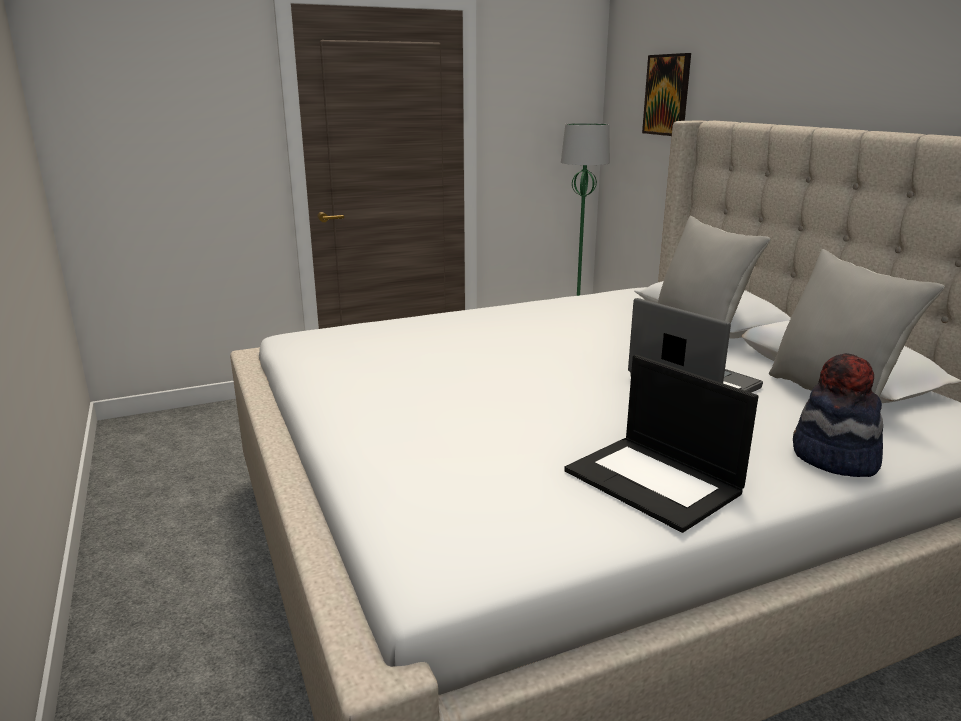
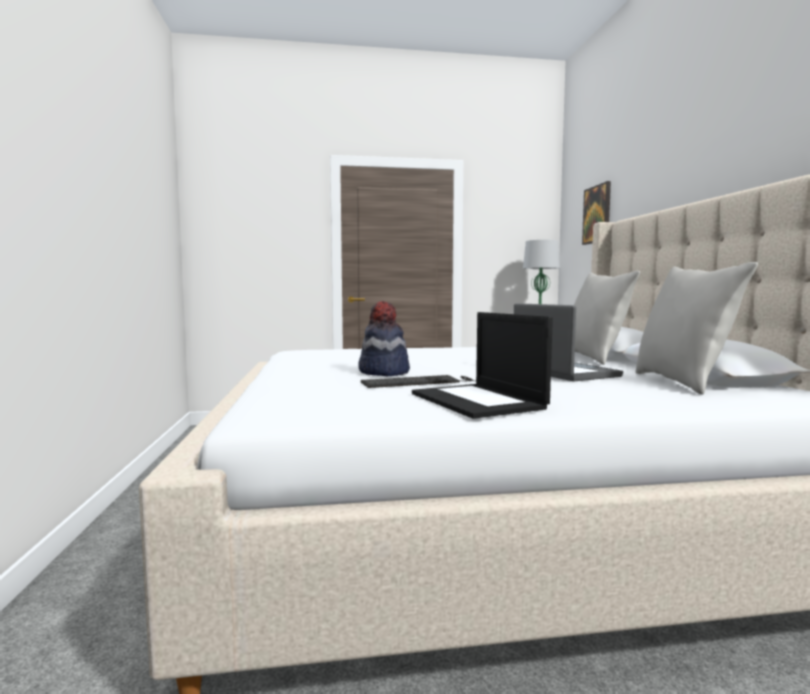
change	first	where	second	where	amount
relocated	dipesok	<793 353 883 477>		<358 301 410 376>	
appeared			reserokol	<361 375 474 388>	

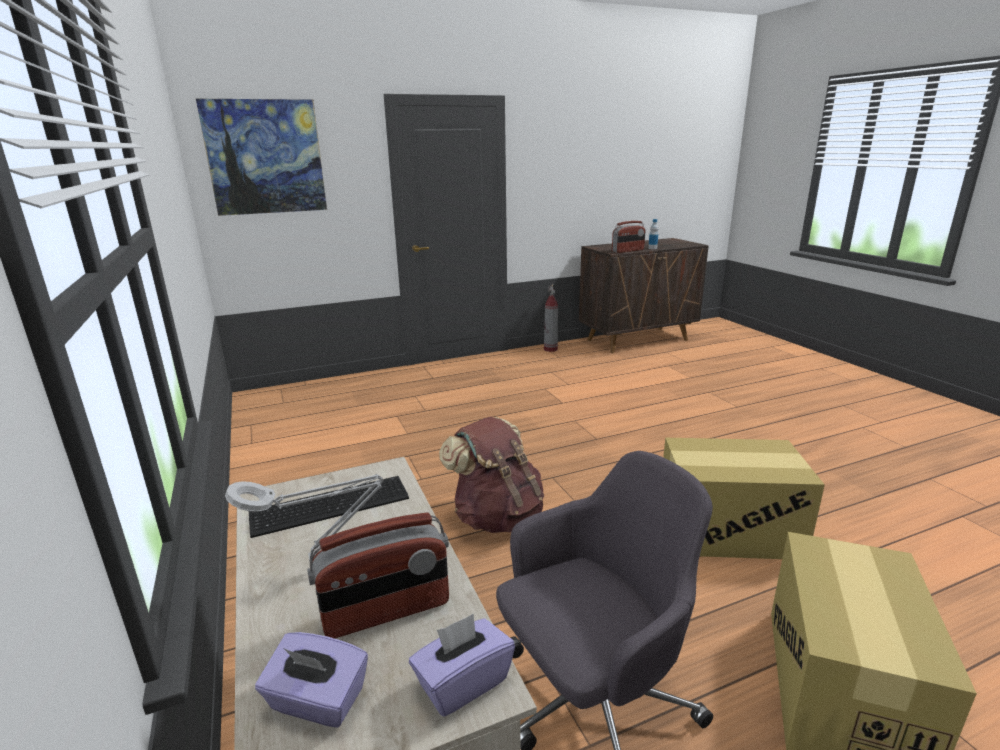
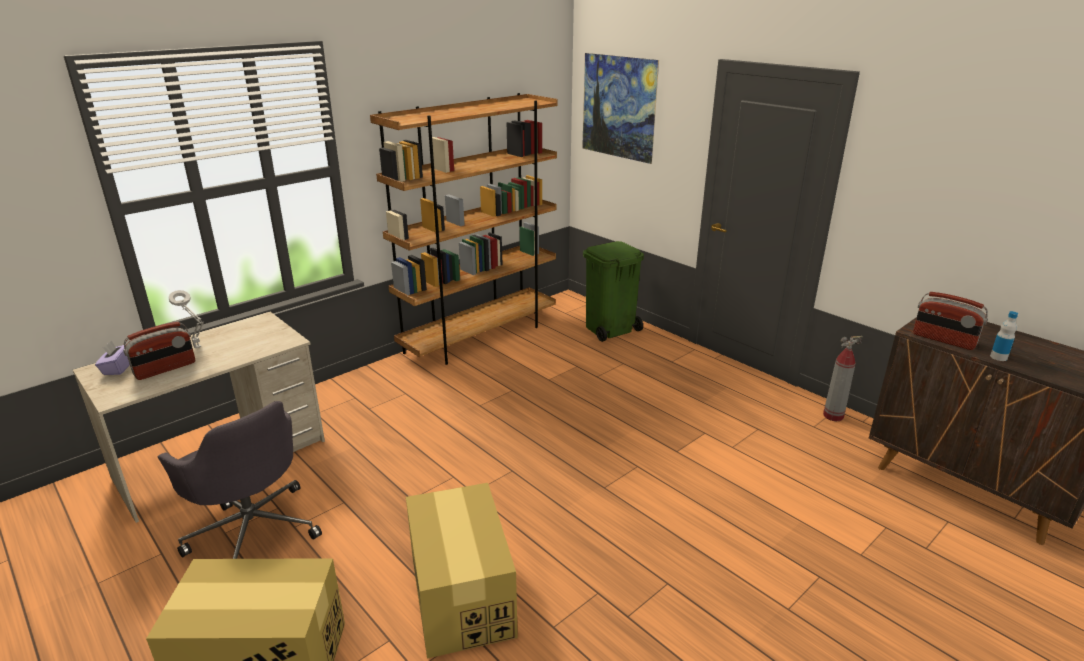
change	first	where	second	where	amount
spun	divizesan	<307 512 449 639>		<123 322 195 380>	90 degrees counterclockwise
appeared			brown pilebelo	<370 93 557 365>	
appeared			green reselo	<583 241 644 342>	
missing	reserokol	<249 476 409 538>			
missing	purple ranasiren	<409 614 515 717>			
missing	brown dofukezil	<439 417 544 533>			

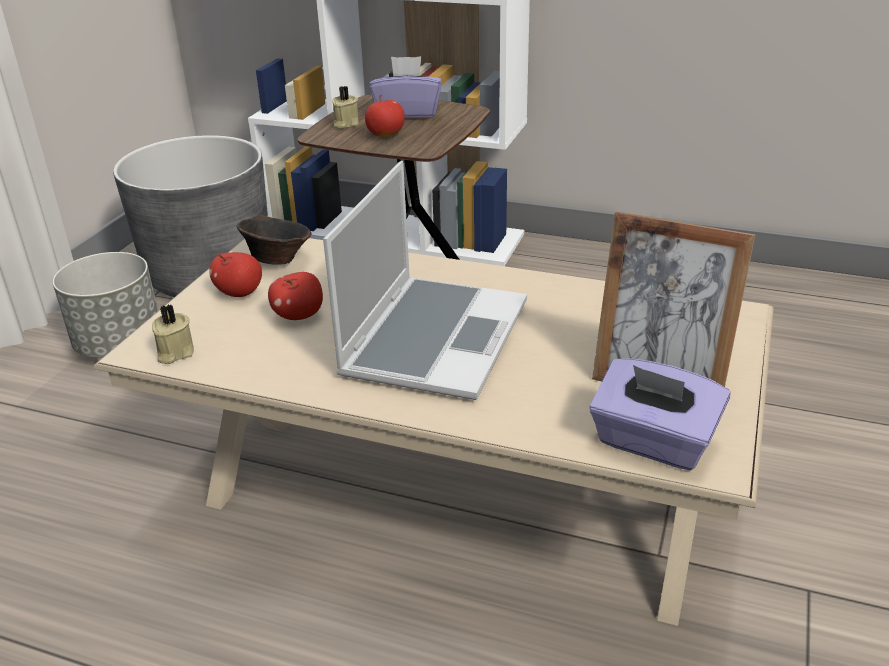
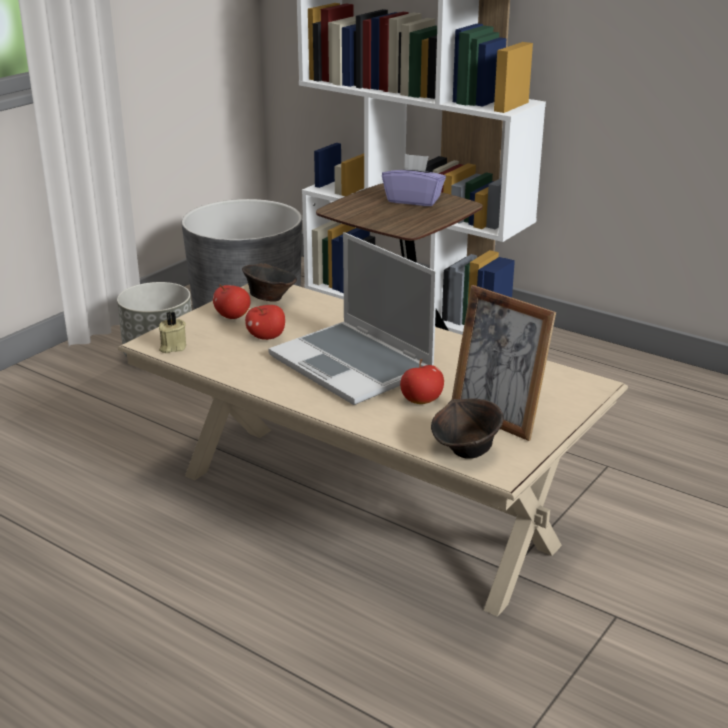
change	first	where	second	where	amount
spun	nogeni	<323 161 527 400>		<268 232 437 405>	105 degrees clockwise
relocated	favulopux	<365 95 405 137>		<400 359 444 404>	
exchanged	purple ranasiren	<589 359 730 470>	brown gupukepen	<431 398 503 459>	
missing	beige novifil	<332 86 359 129>			

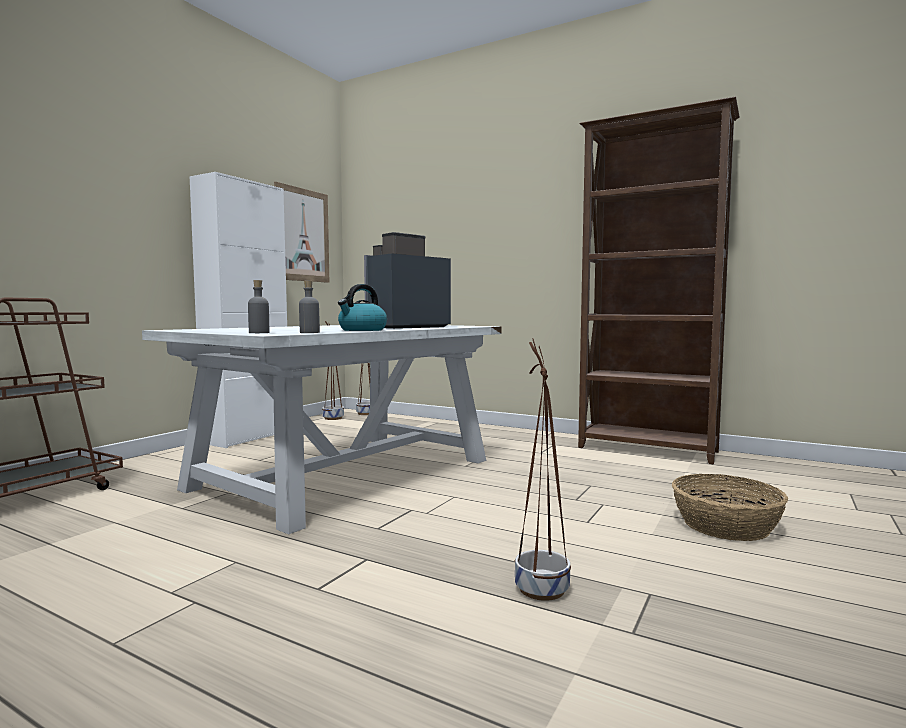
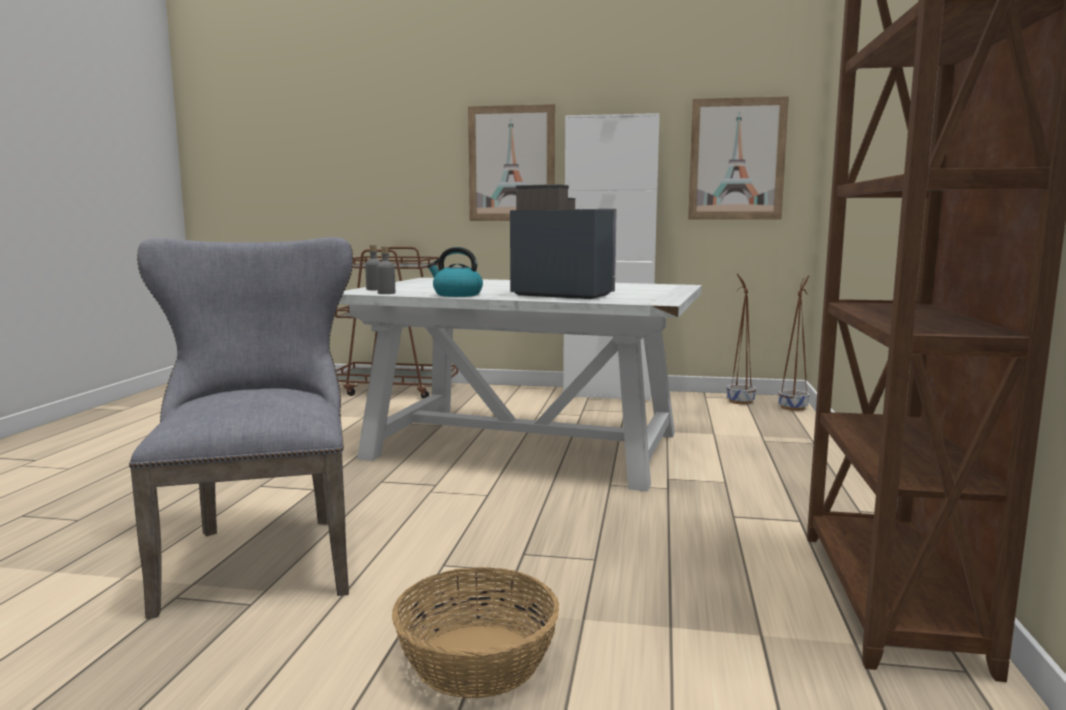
change	first	where	second	where	amount
exchanged	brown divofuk	<514 339 571 601>	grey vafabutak	<129 237 353 619>	
appeared			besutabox	<468 104 555 221>	

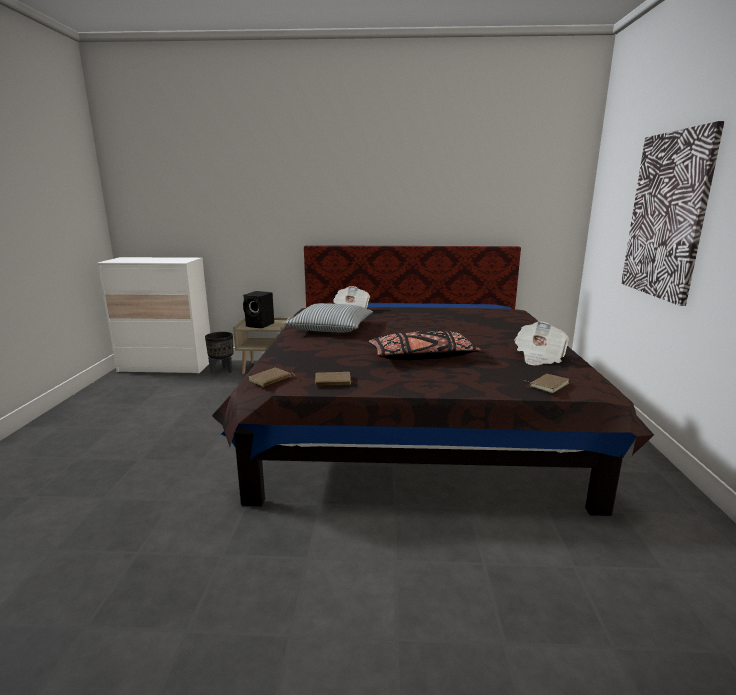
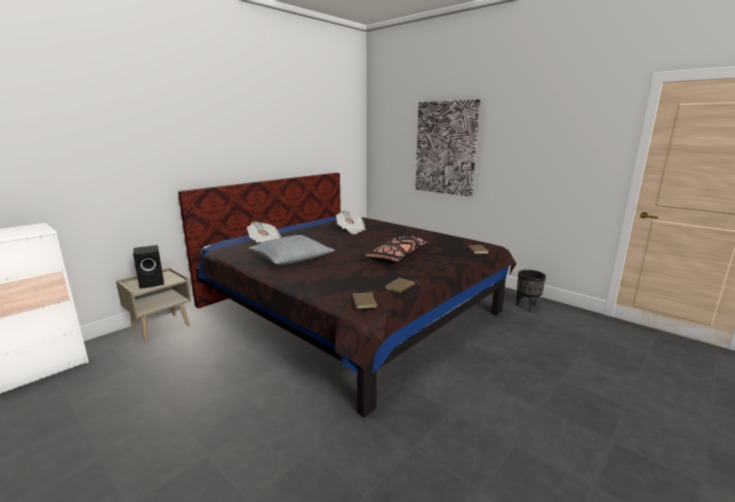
change	first	where	second	where	amount
relocated	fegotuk	<514 321 569 365>		<336 211 366 234>	
relocated	black divofuk	<205 332 234 373>		<516 270 546 312>	

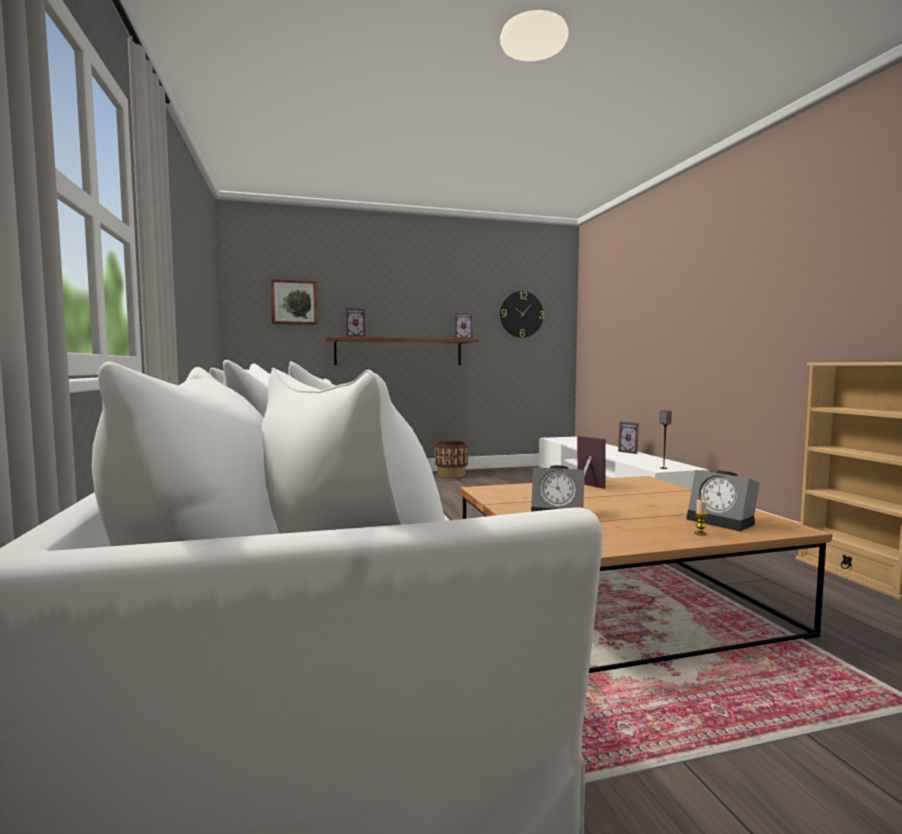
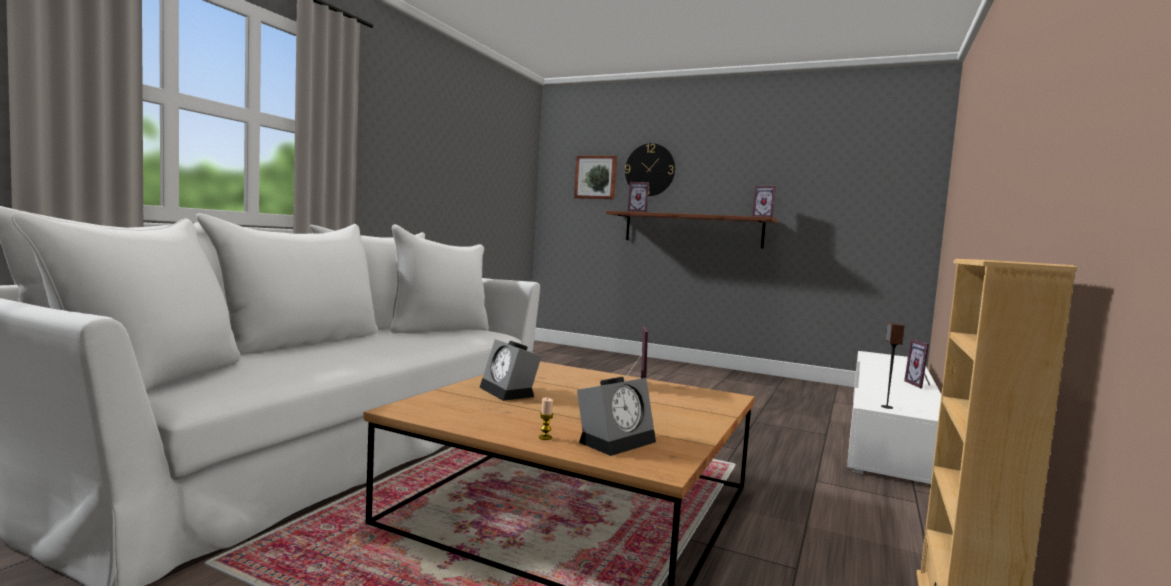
change	first	where	second	where	amount
spun	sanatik	<686 470 760 531>		<577 377 656 456>	135 degrees counterclockwise
relocated	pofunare	<500 291 544 338>		<625 143 675 196>	
missing	brown divofuk	<435 441 469 478>			

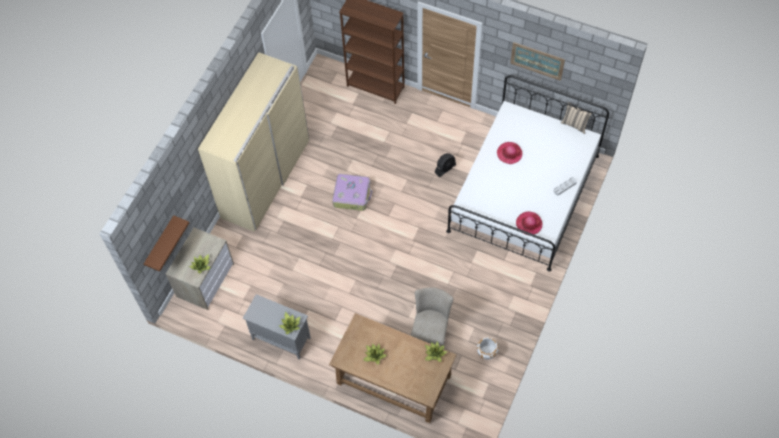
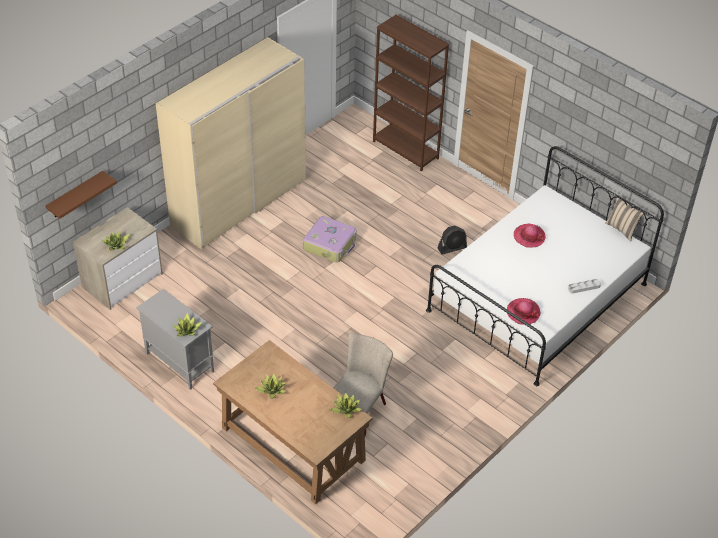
change	first	where	second	where	amount
missing	white divofuk	<477 337 498 360>			
missing	besutabox	<510 42 565 81>			

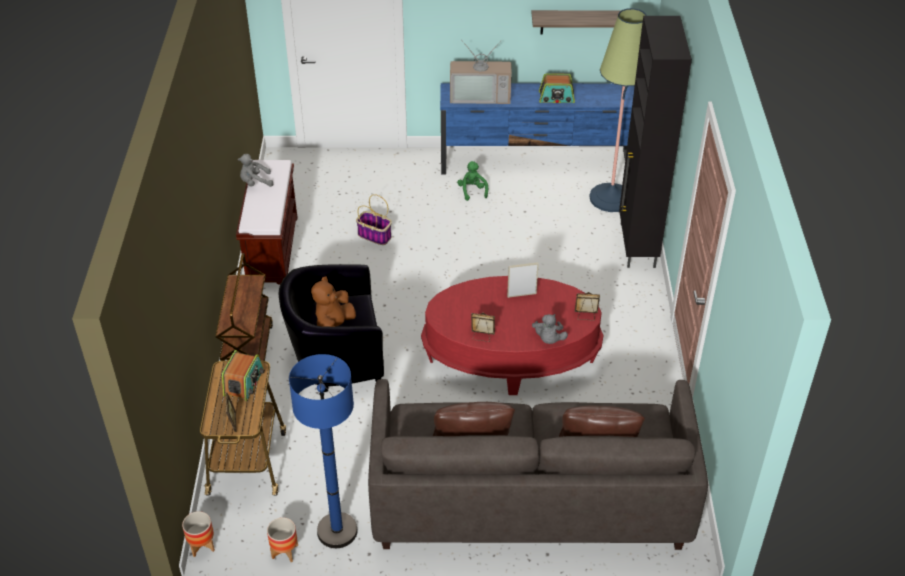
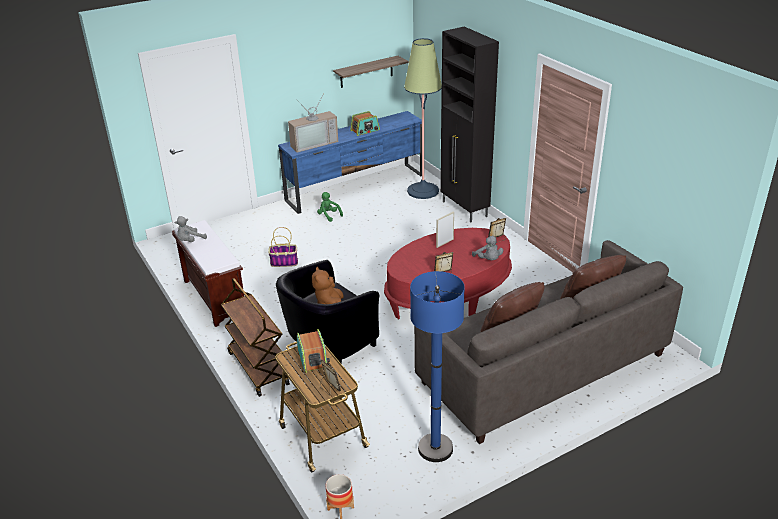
change	first	where	second	where	amount
missing	divofuk	<267 517 298 562>			

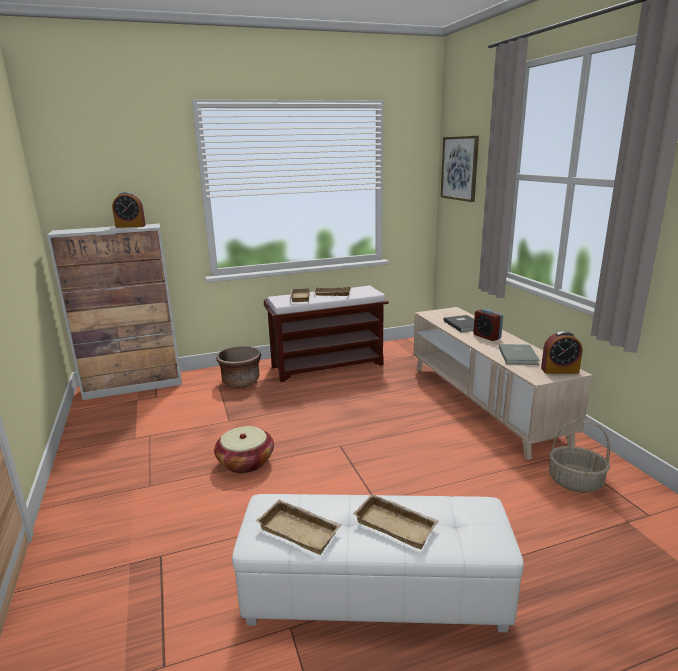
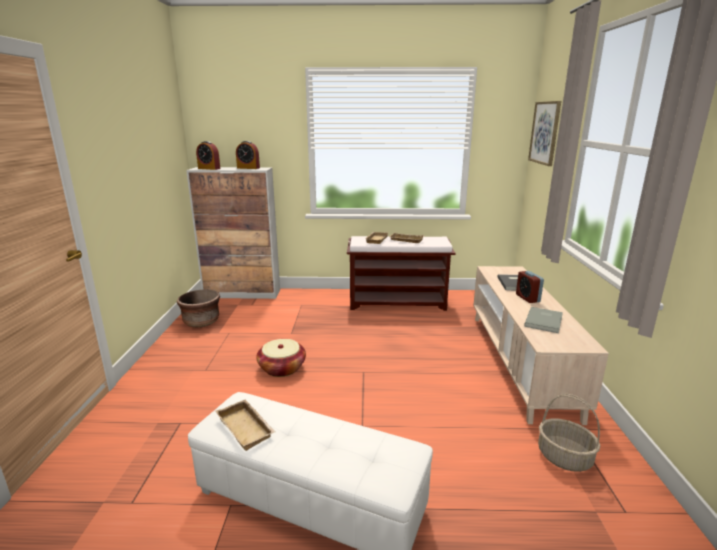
change	first	where	second	where	amount
relocated	brown divofuk	<217 346 261 388>		<177 290 220 327>	
relocated	sanatik	<541 331 582 374>		<196 141 220 170>	
missing	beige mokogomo	<353 494 439 549>			

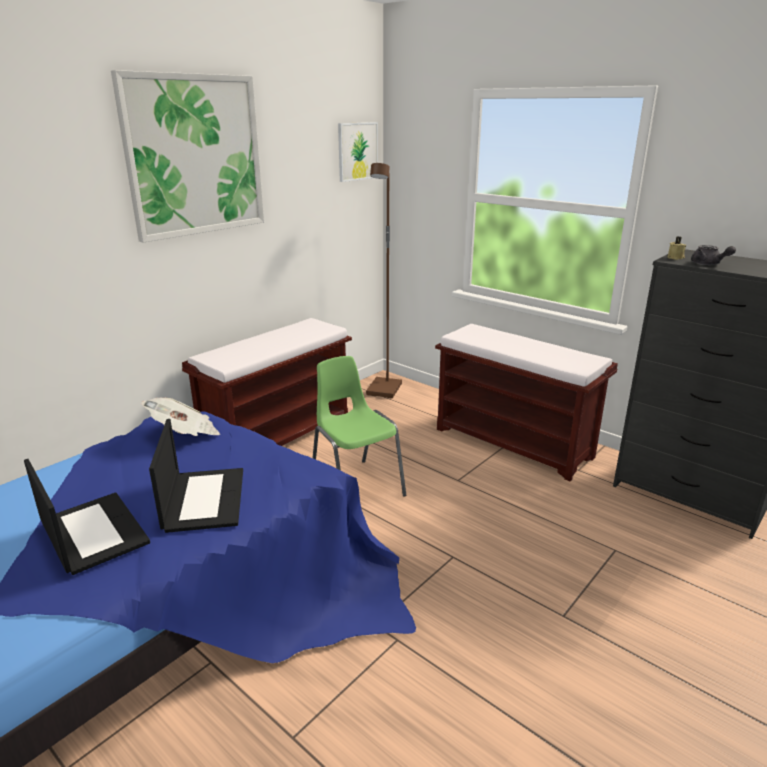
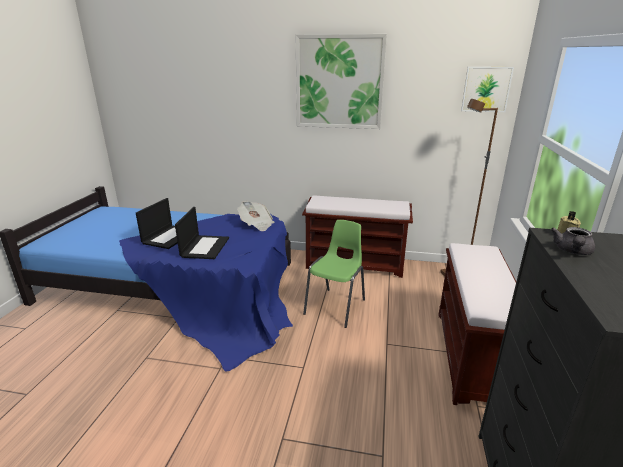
change	first	where	second	where	amount
spun	nogeni	<149 419 243 533>		<175 207 229 259>	45 degrees counterclockwise

